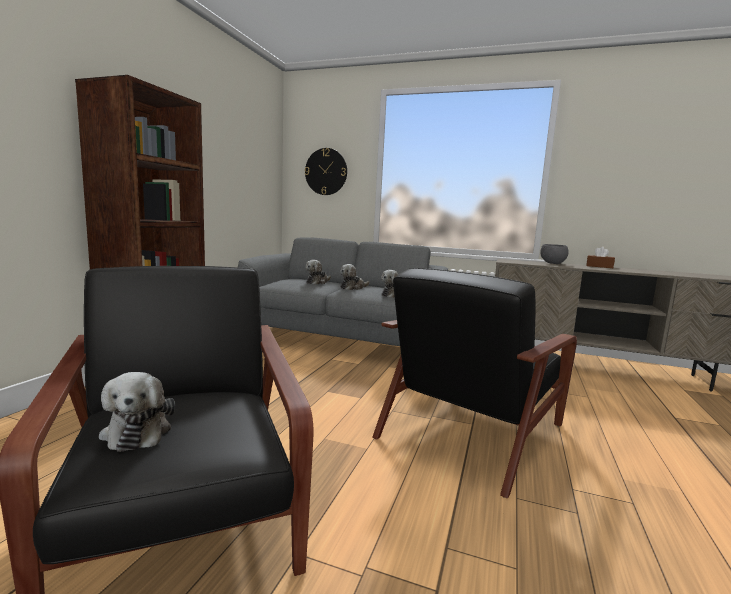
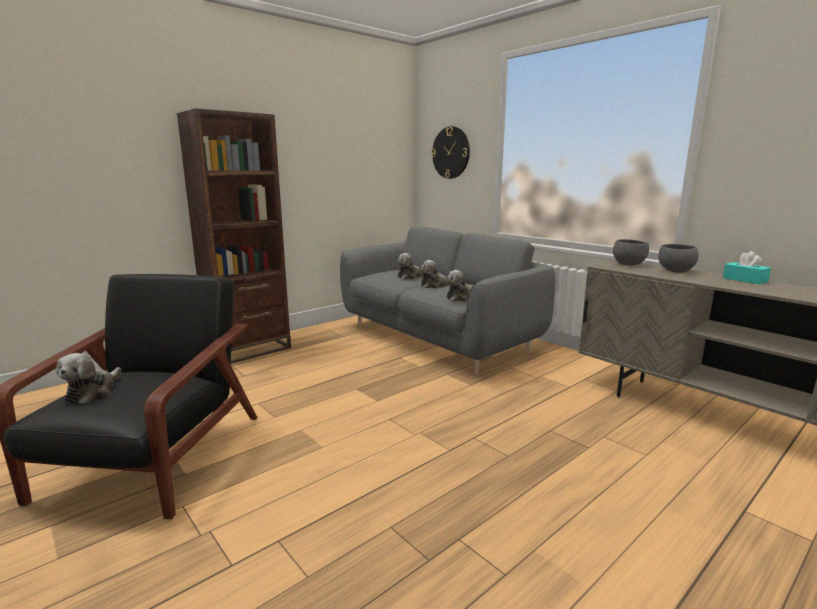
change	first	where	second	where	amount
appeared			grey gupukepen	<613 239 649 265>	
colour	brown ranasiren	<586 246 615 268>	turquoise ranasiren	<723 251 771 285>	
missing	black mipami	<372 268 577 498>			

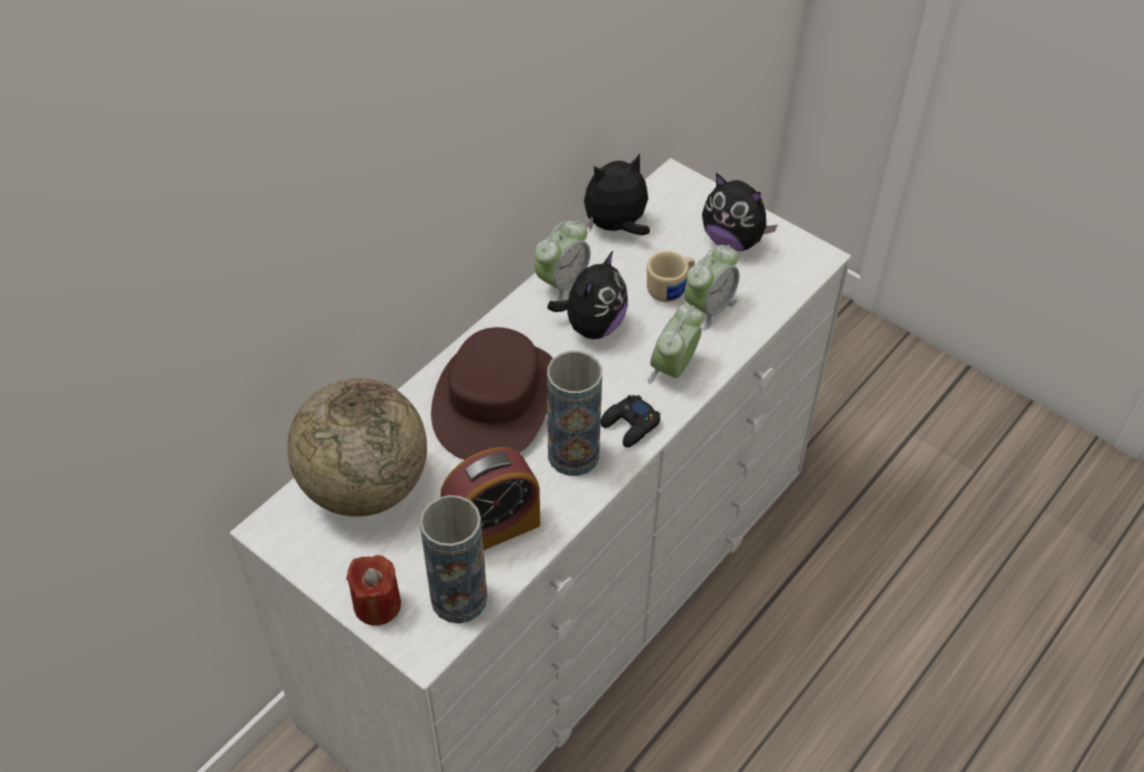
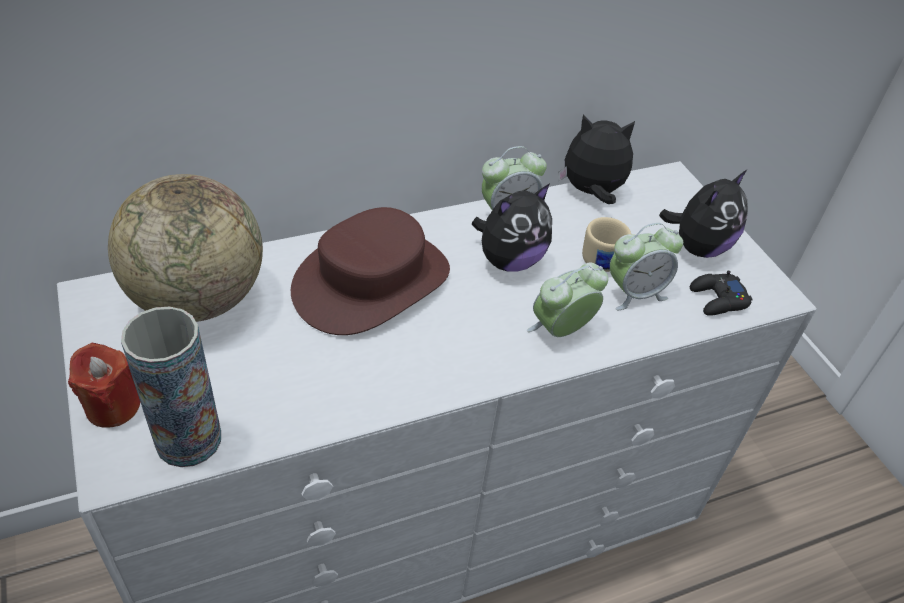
change	first	where	second	where	amount
spun	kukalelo	<702 173 778 251>		<659 169 748 258>	105 degrees counterclockwise
relocated	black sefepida	<601 395 661 448>		<690 271 753 316>	
missing	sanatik	<440 447 540 550>			
missing	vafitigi	<547 351 602 476>			

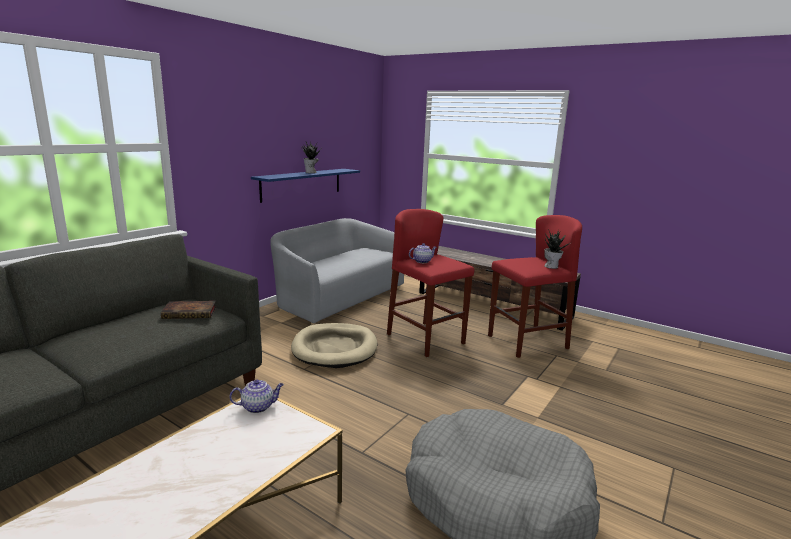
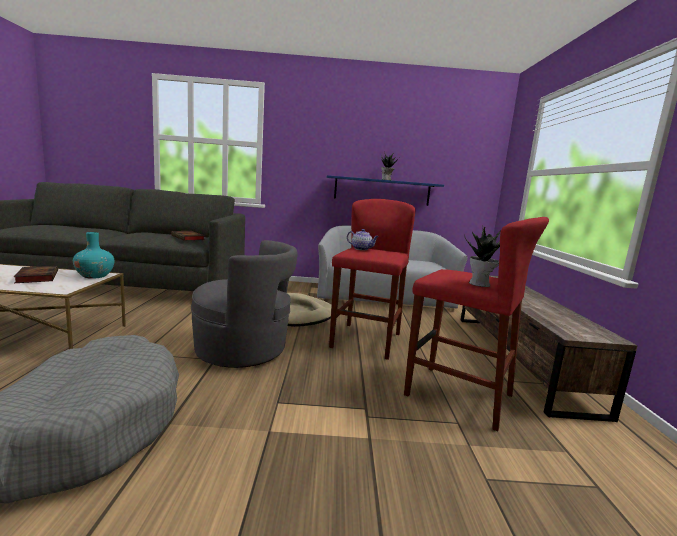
change	first	where	second	where	amount
appeared			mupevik	<14 266 58 283>	
exchanged	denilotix	<229 380 284 413>	turquoise vafitigi	<73 232 114 279>	
appeared			grey mipami	<191 240 297 368>	

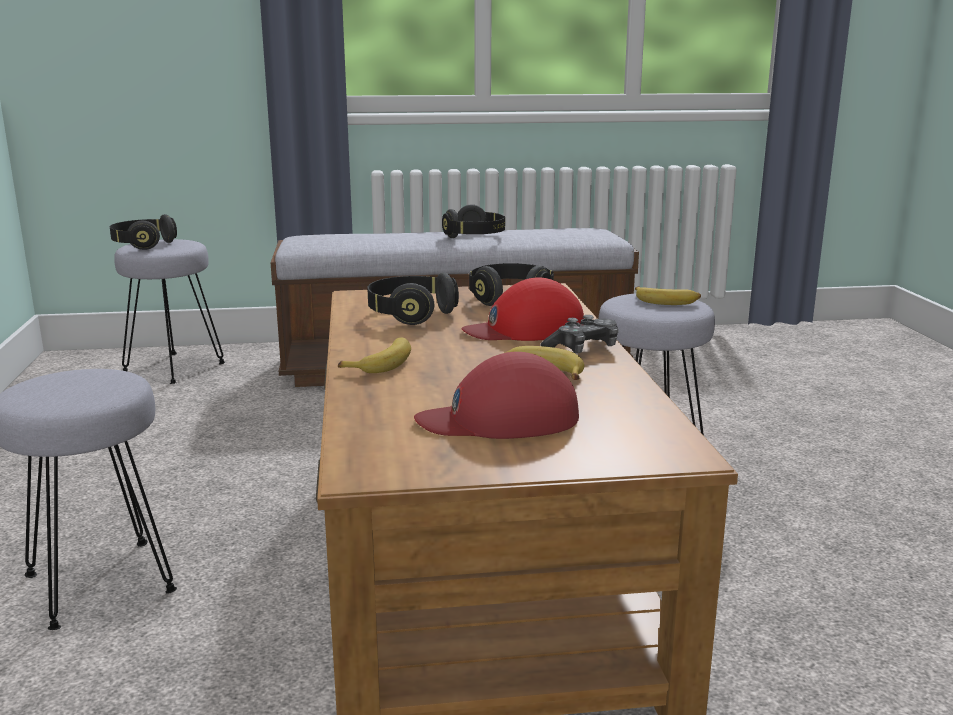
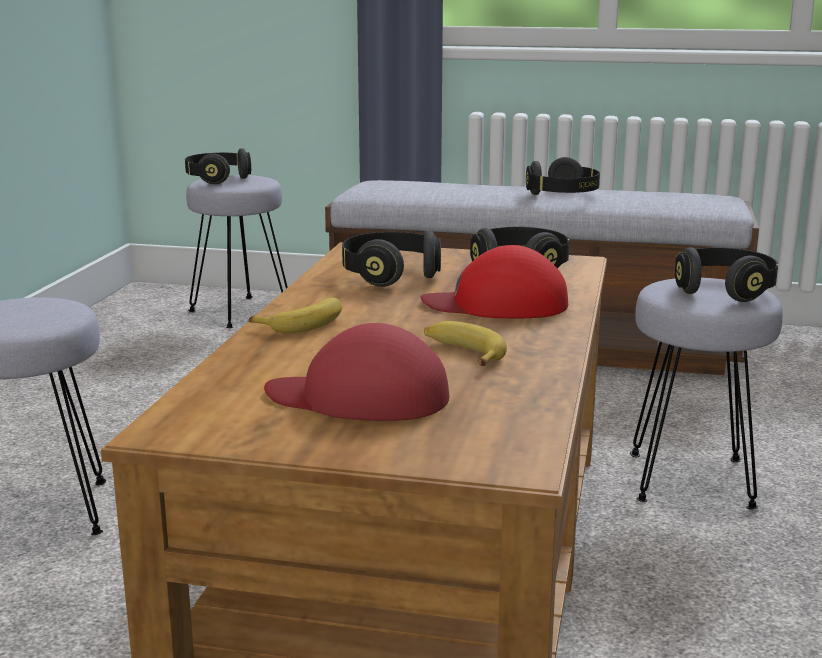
change	first	where	second	where	amount
exchanged	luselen	<635 287 701 305>	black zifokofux	<675 248 778 302>	
missing	sefepida	<540 315 619 354>			

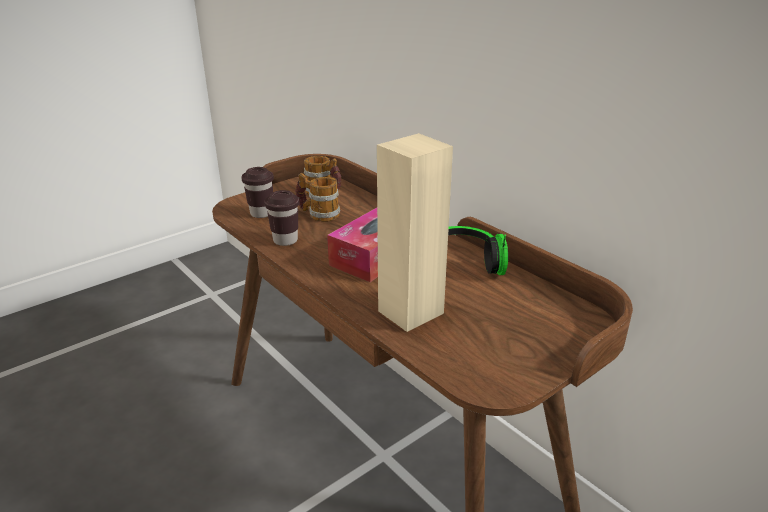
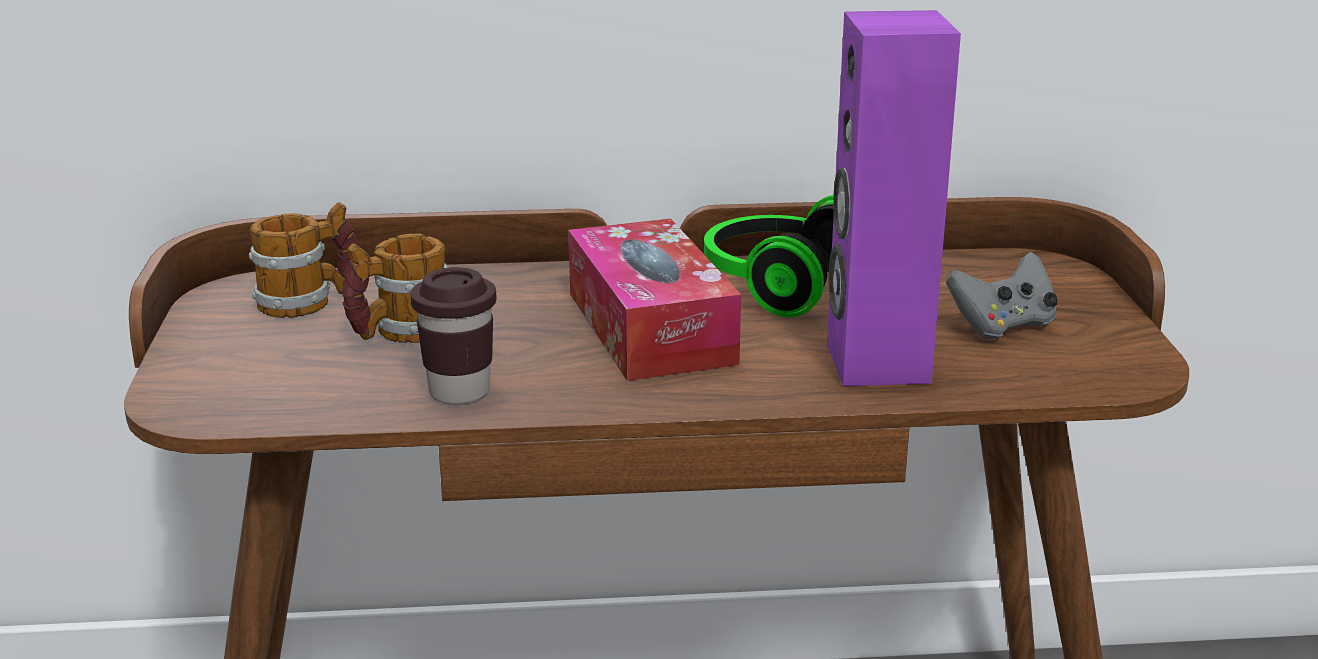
change	first	where	second	where	amount
colour	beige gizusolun	<377 133 453 332>	purple gizusolun	<827 10 961 386>	
appeared			grey sefepida	<946 252 1058 339>	
missing	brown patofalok	<241 167 274 218>			

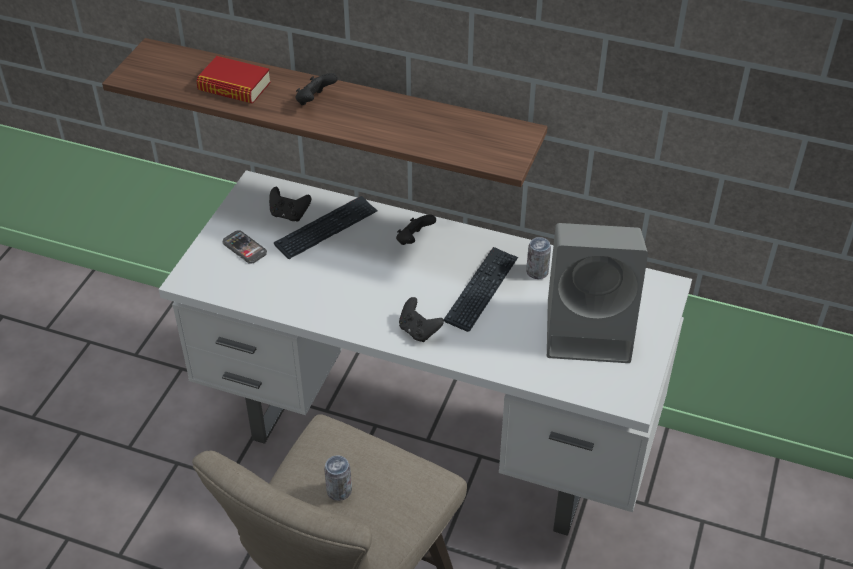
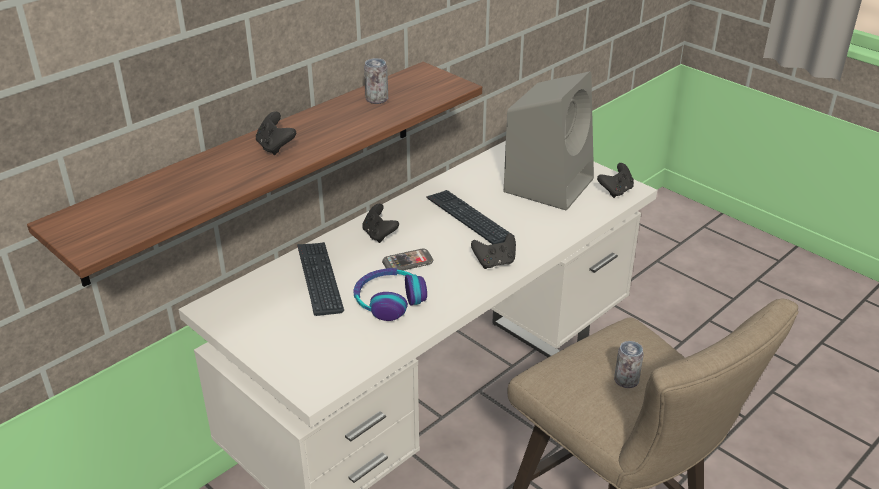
change	first	where	second	where	amount
appeared			zifokofux	<353 268 427 321>	
relocated	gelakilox	<526 237 551 279>		<364 58 388 104>	
relocated	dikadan	<222 230 267 264>		<382 248 433 271>	
relocated	black sefepida	<269 187 311 222>		<597 163 634 198>	
missing	mupevik	<196 56 271 104>			

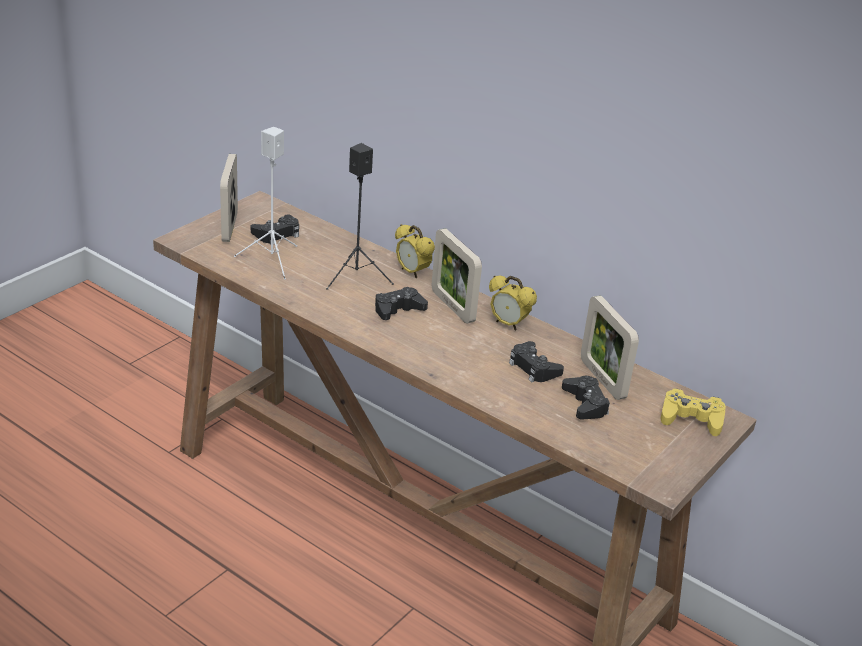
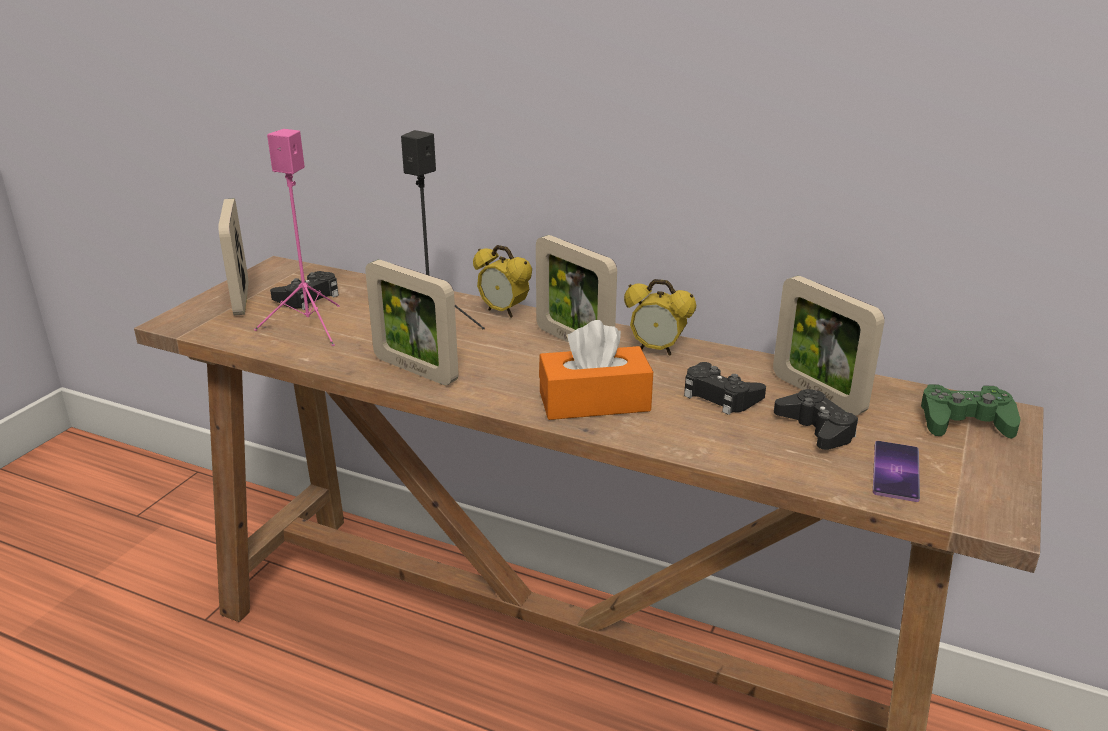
change	first	where	second	where	amount
colour	white gizusolun	<234 127 297 280>	pink gizusolun	<254 129 340 346>	
appeared			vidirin	<365 260 458 386>	
appeared			orange ranasiren	<539 320 653 420>	
appeared			dikadan	<873 441 920 502>	
colour	yellow sefepida	<661 388 726 436>	green sefepida	<921 384 1020 438>	
missing	black sefepida	<375 287 428 320>			

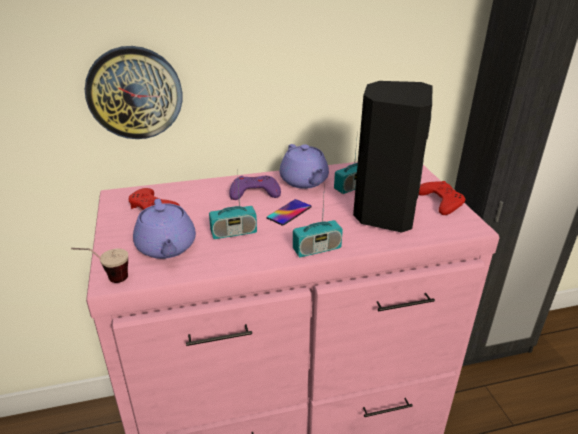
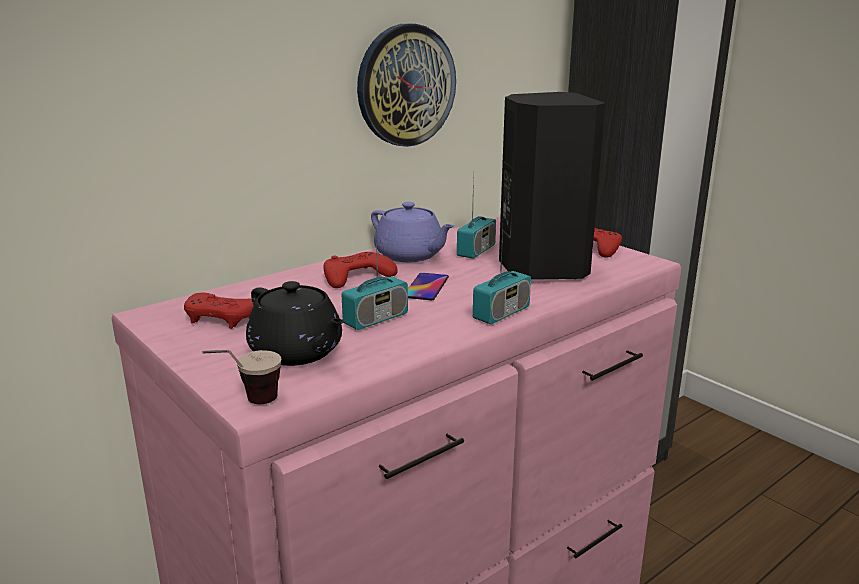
change	first	where	second	where	amount
colour	purple denilotix	<133 199 196 259>	black denilotix	<246 281 345 366>	
colour	purple sefepida	<229 176 281 200>	red sefepida	<323 252 398 288>	
relocated	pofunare	<85 46 182 139>		<357 23 456 147>	

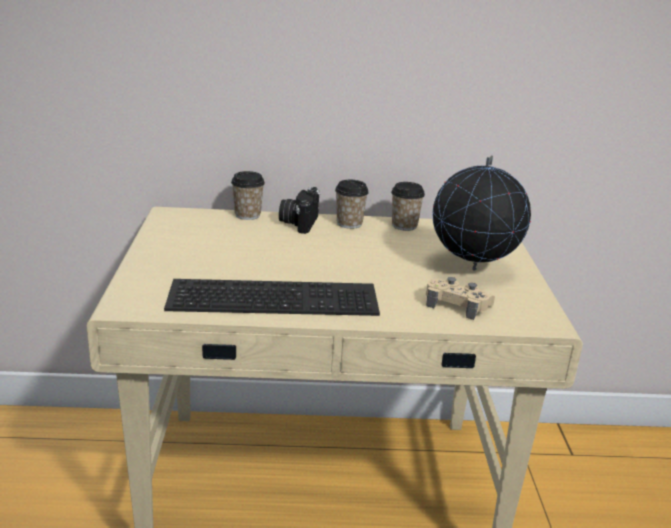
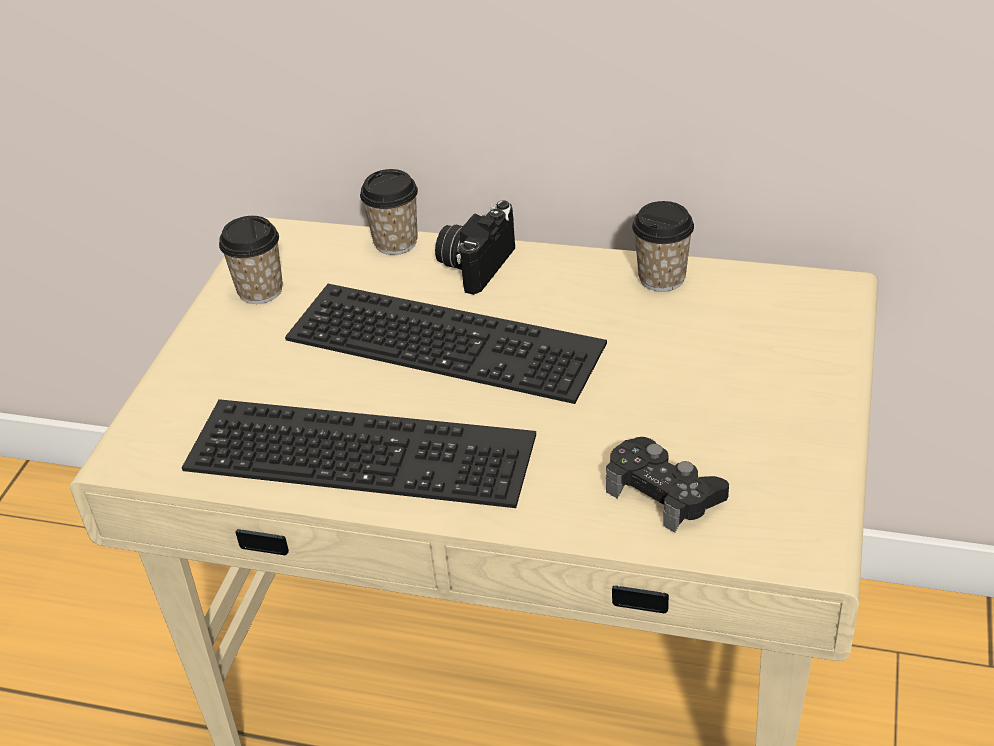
change	first	where	second	where	amount
relocated	patofalok	<335 180 369 229>		<219 216 283 304>	
appeared			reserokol	<285 284 607 404>	
colour	beige sefepida	<426 277 495 320>	black sefepida	<606 437 729 533>	
missing	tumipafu	<433 156 531 271>			

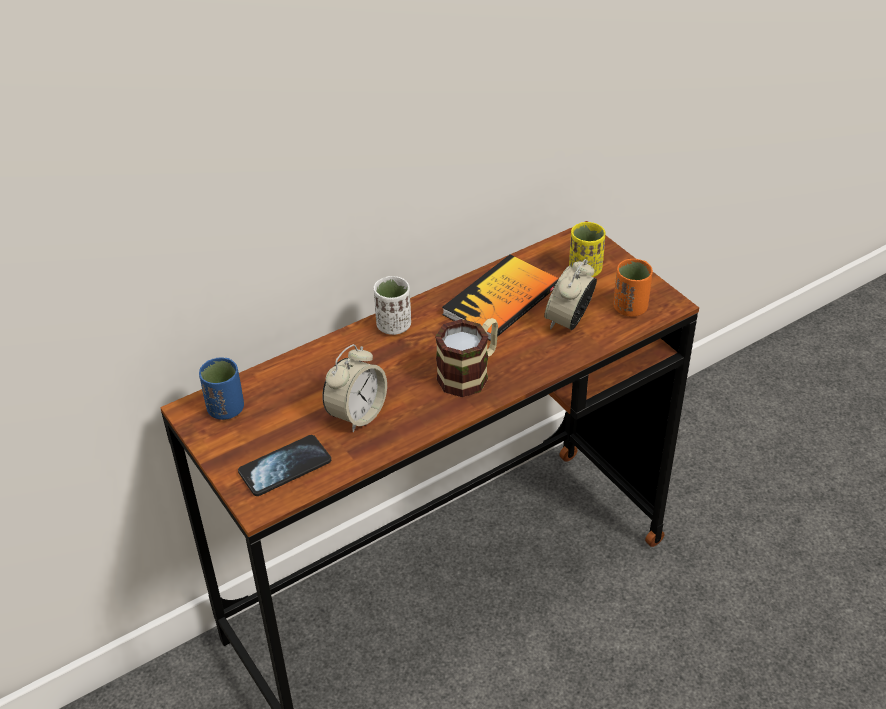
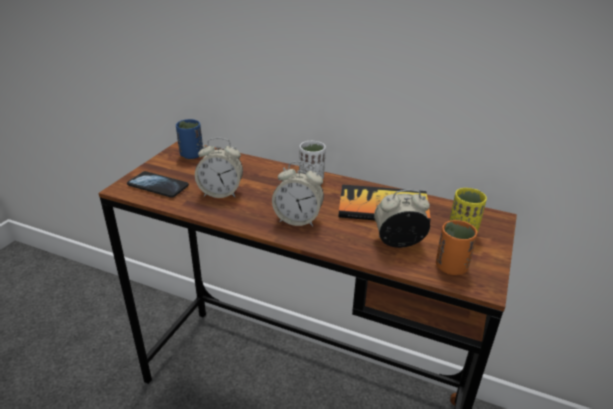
change	first	where	second	where	amount
exchanged	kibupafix	<435 318 498 397>	sanatik	<272 161 324 227>	

